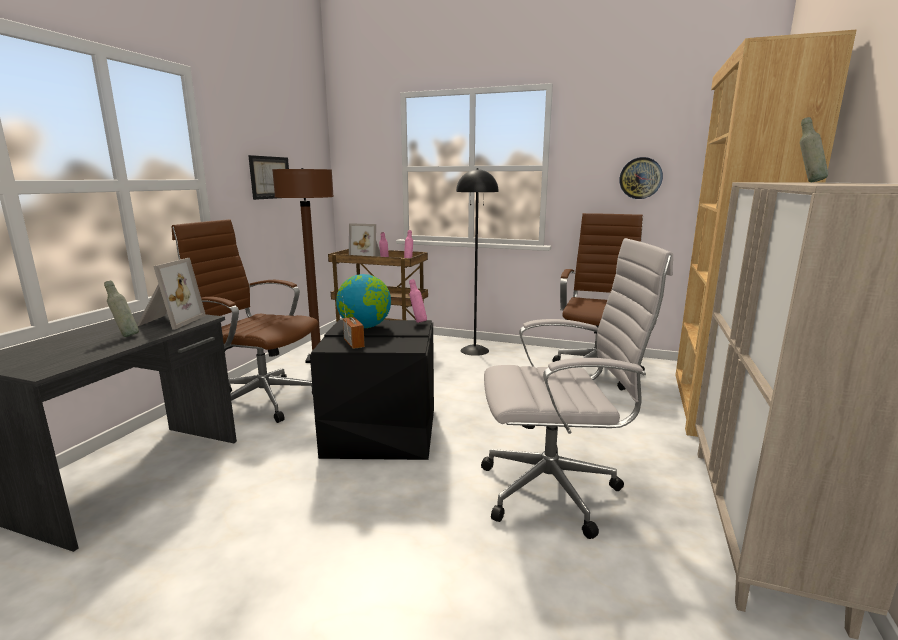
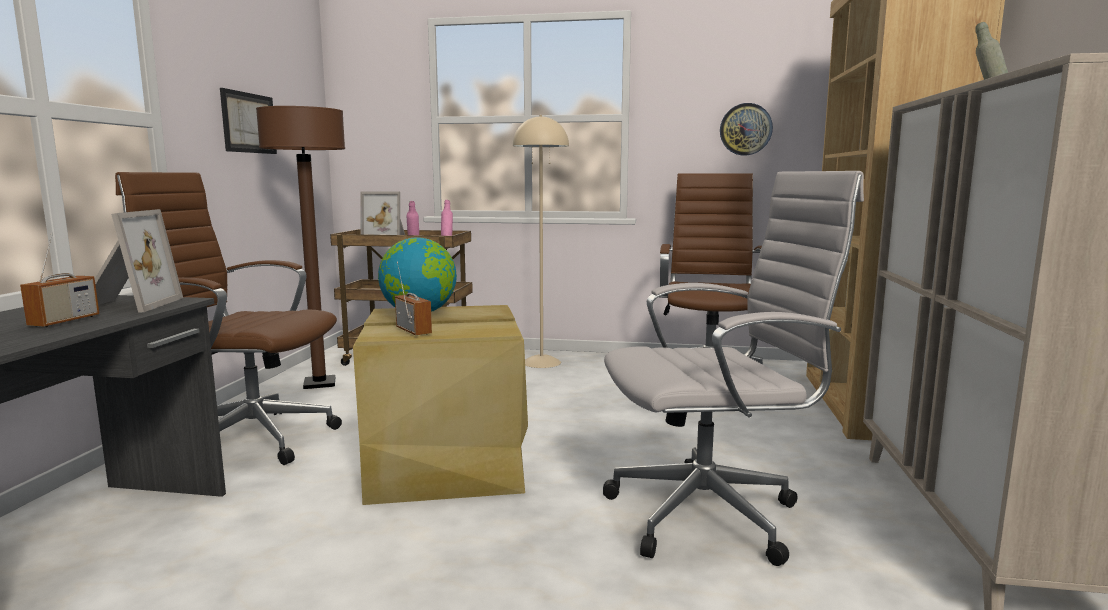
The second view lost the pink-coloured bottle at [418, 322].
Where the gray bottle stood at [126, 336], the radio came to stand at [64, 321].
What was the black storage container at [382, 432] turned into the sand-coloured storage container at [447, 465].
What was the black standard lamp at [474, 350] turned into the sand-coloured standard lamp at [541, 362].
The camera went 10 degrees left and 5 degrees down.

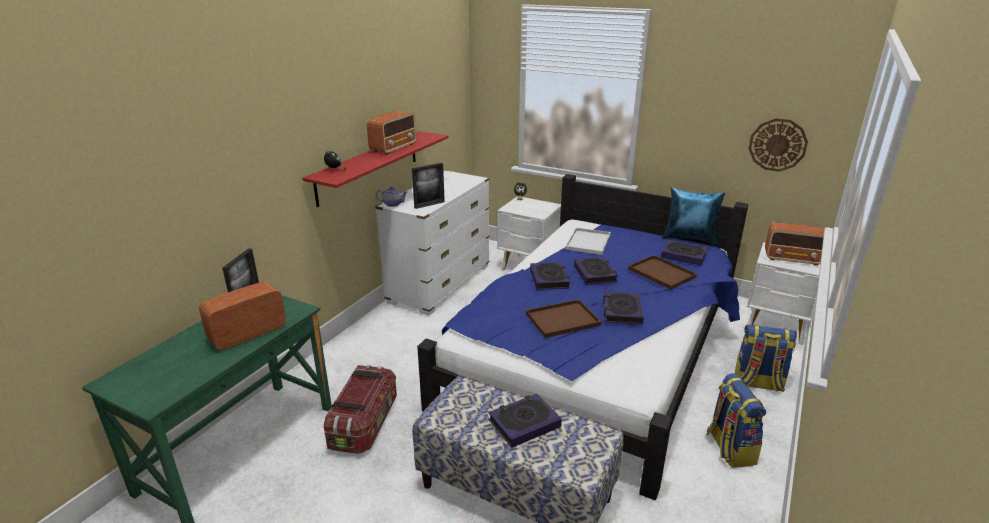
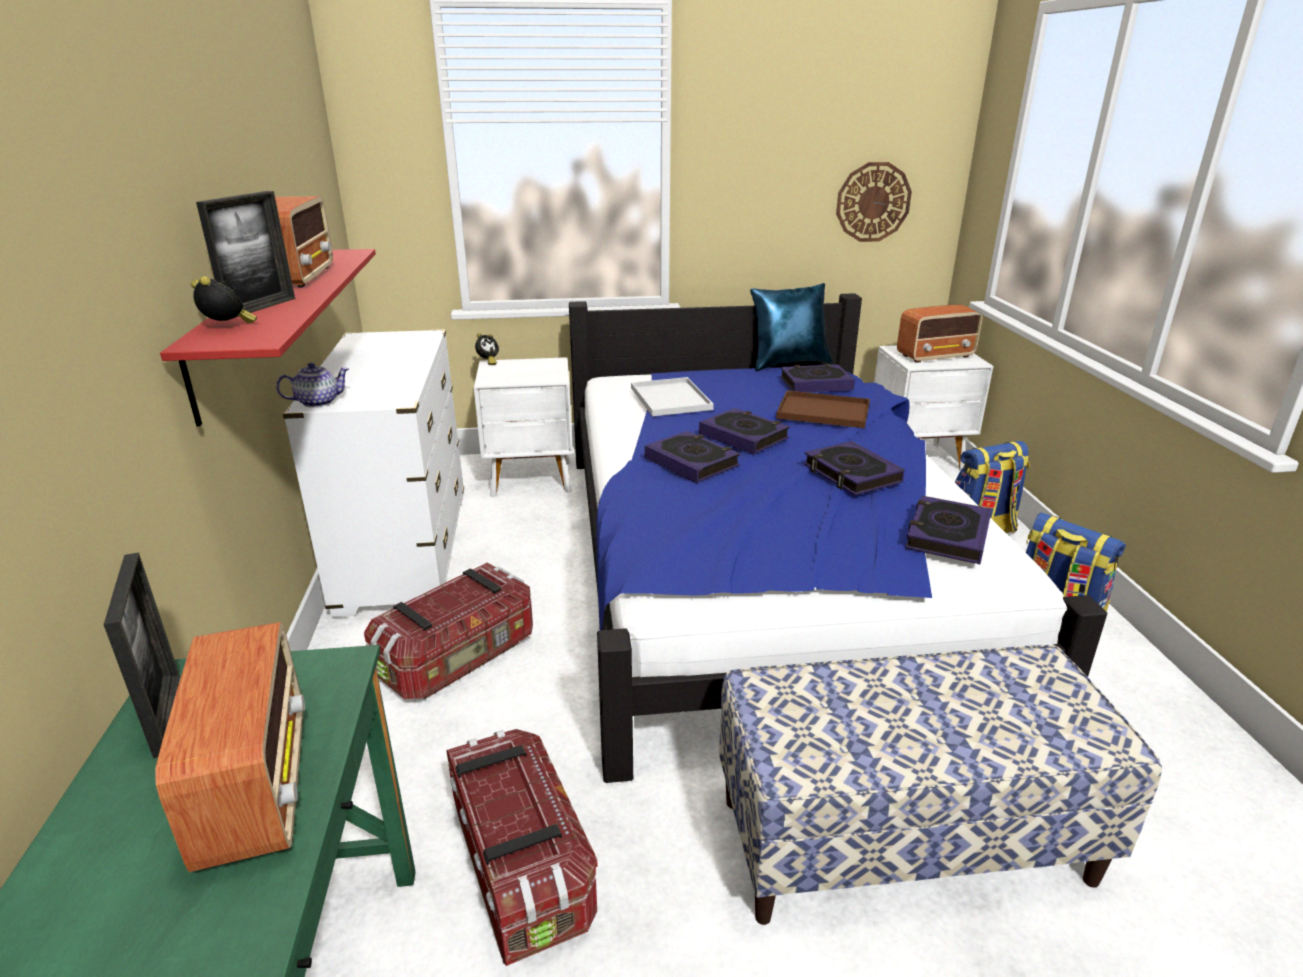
The second view lost the brown-coloured carrying tray at [563, 319].
The second view gained the storage container at [459, 658].
The picture frame ended up elsewhere, having gone from [429, 204] to [261, 308].
The bound book ended up elsewhere, having gone from [524, 423] to [947, 536].
The radio at [247, 334] ended up facing another way, 150 degrees clockwise from before.
The camera went 35 degrees left and 0 degrees up.

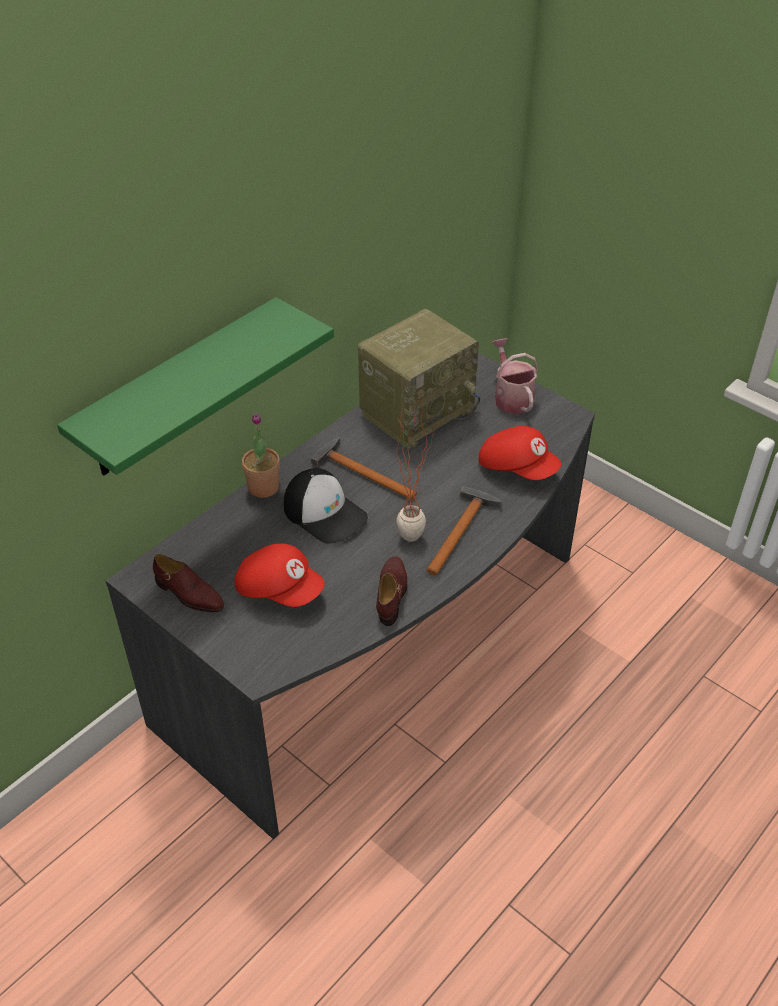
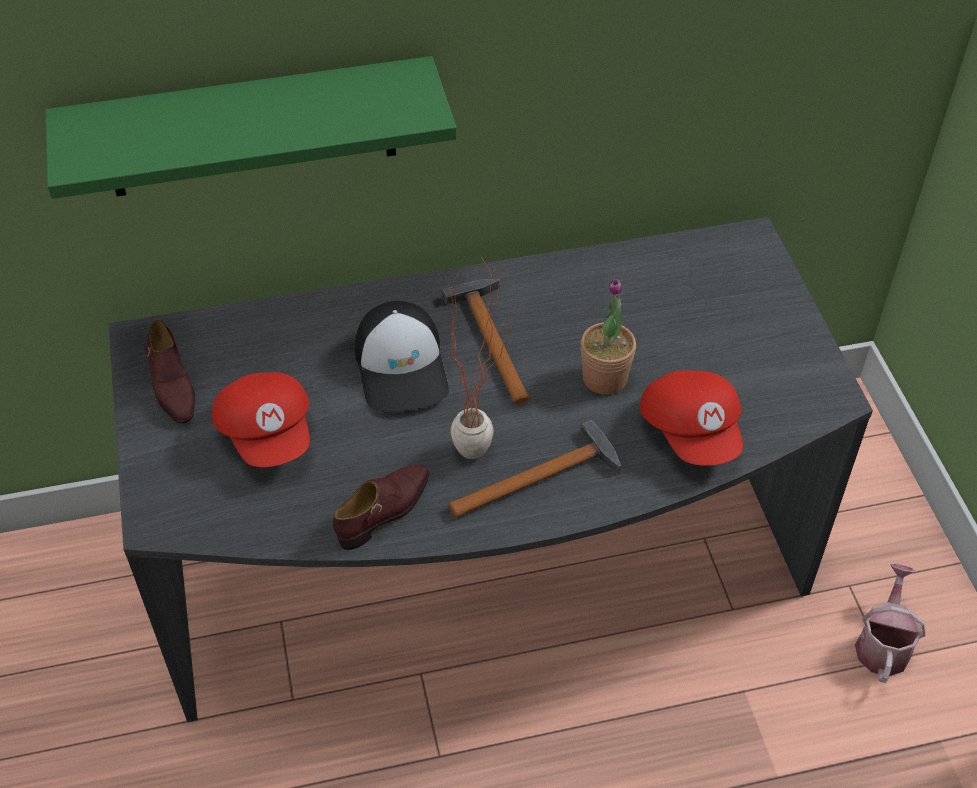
The second view lost the radio at [417, 411].
The potted plant ended up elsewhere, having gone from [263, 487] to [604, 378].
The sprinkling can ended up elsewhere, having gone from [511, 397] to [883, 643].
The camera went 35 degrees right and 5 degrees up.

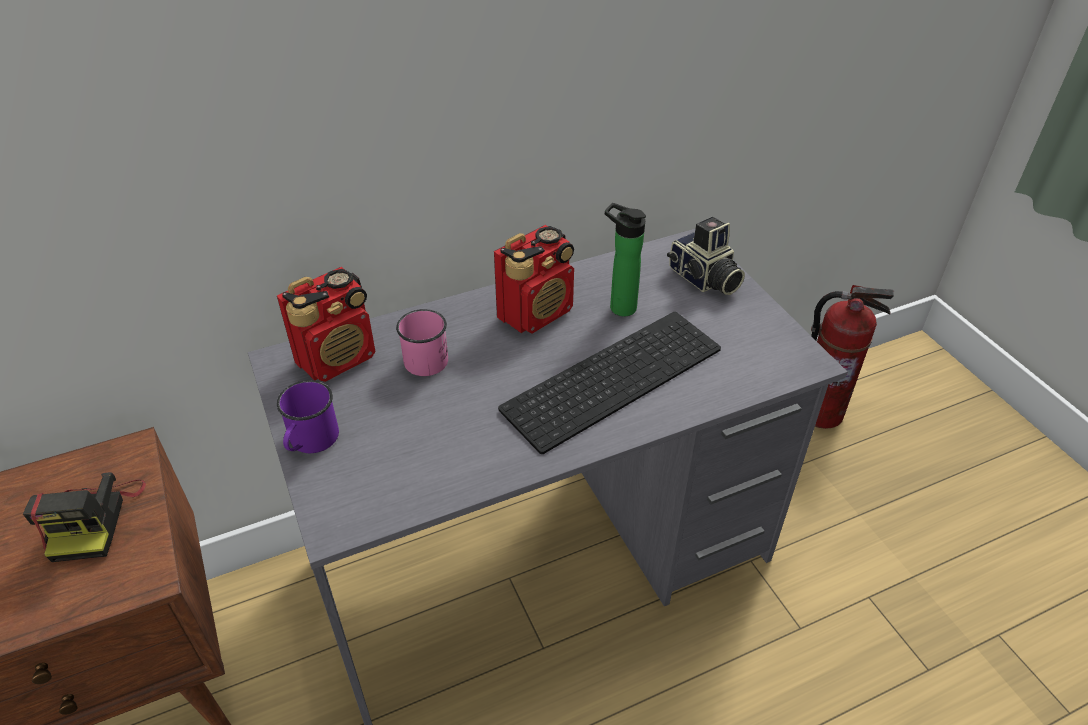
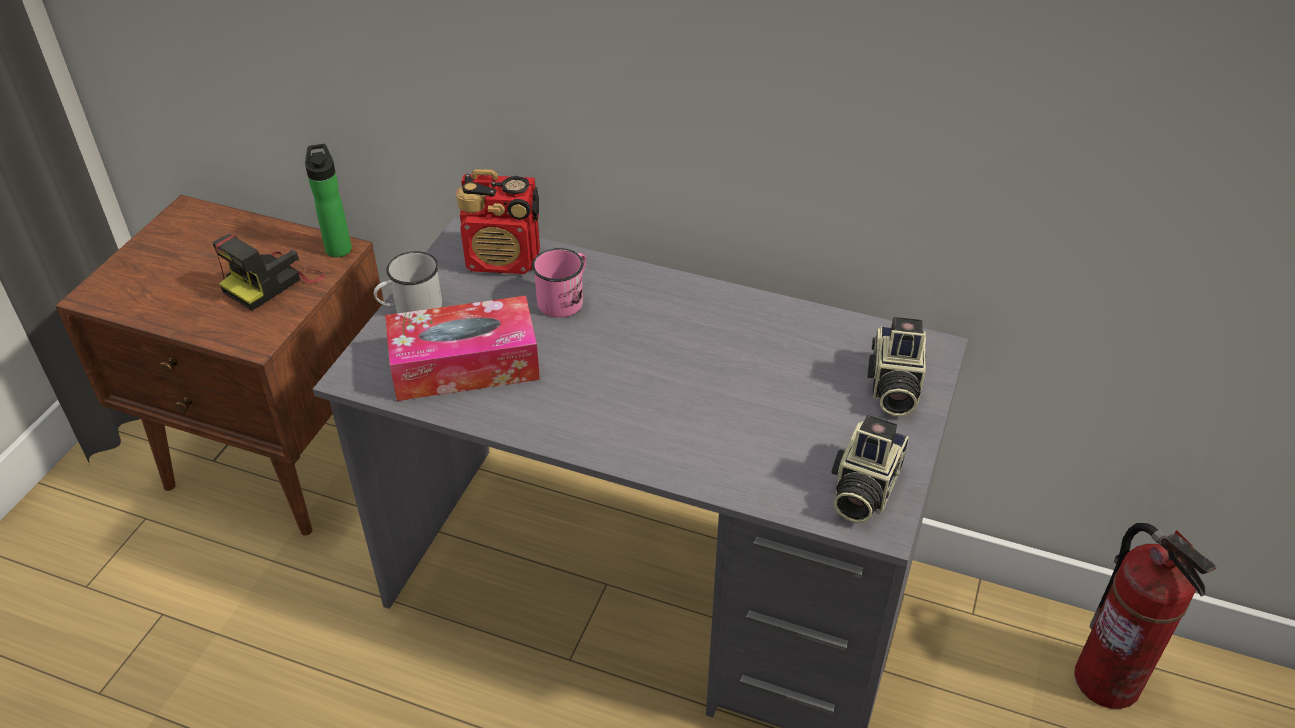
The second view lost the radio at [536, 313].
The second view lost the computer keyboard at [612, 375].
The second view gained the tissue box at [465, 365].
The second view gained the photo camera at [862, 489].
The bottle ended up elsewhere, having gone from [619, 307] to [338, 247].
What was the purple-coloured mug at [310, 442] turned into the white mug at [411, 309].
The camera went 45 degrees right and 0 degrees up.

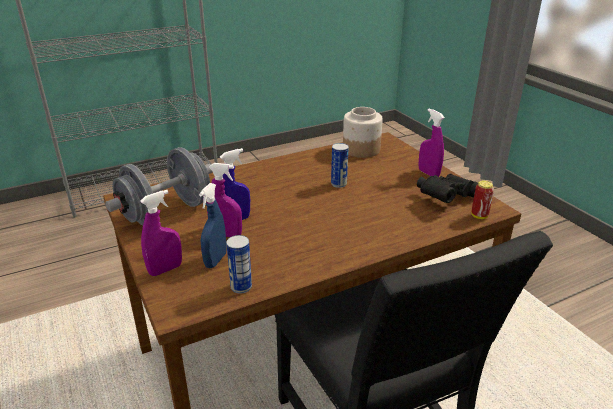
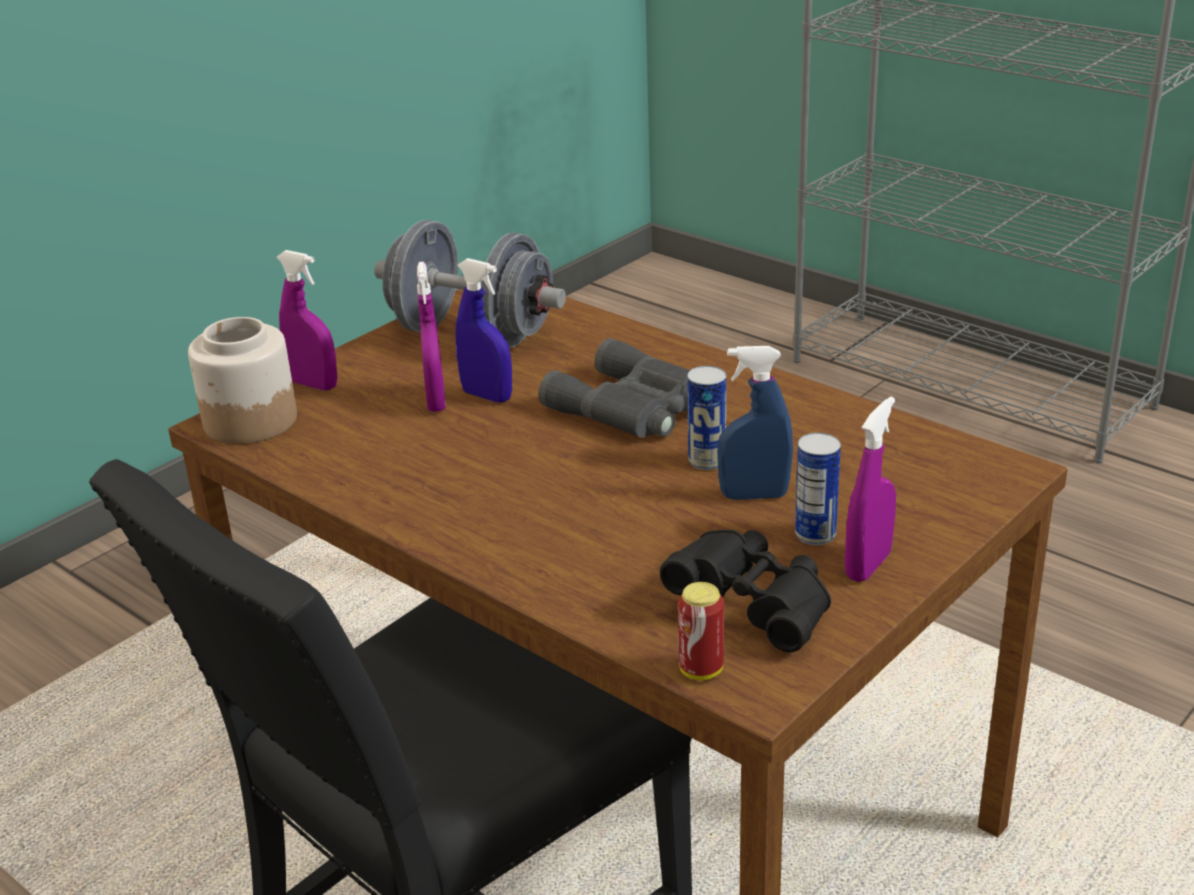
The second view gained the gray binoculars at [633, 408].
The blue-coloured hand sprayer ended up elsewhere, having gone from [215, 260] to [754, 495].
The can ended up elsewhere, having gone from [241, 287] to [815, 534].
The storage jar ended up elsewhere, having gone from [360, 150] to [249, 421].
The camera went 70 degrees right and 0 degrees up.

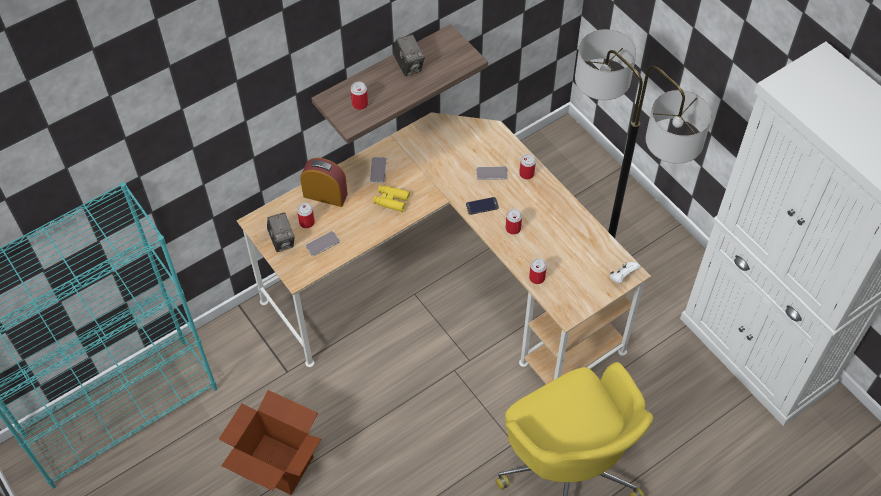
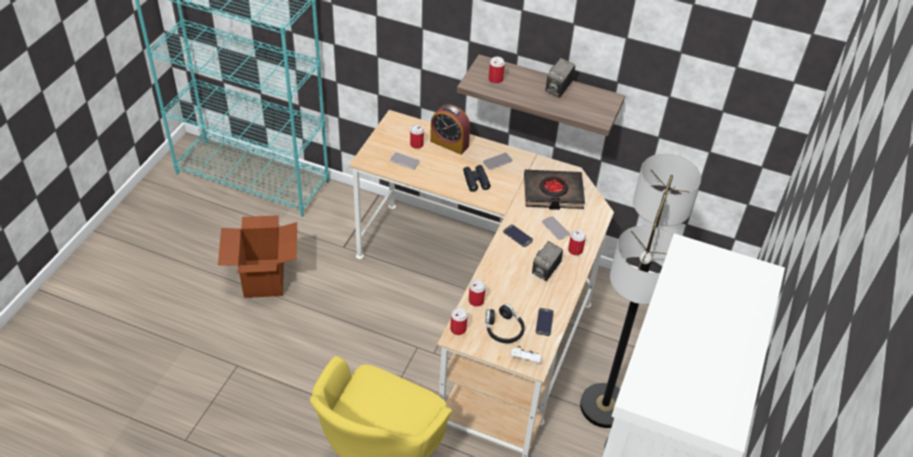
The second view gained the black headphones at [503, 329].
The second view gained the black bound book at [553, 193].
The second view gained the telephone at [544, 322].
The photo camera ended up elsewhere, having gone from [282, 241] to [545, 271].
The can ended up elsewhere, having gone from [513, 228] to [458, 329].
What was the yellowish binoculars at [391, 200] turned into the black binoculars at [476, 181].
The alarm clock at [325, 195] ended up facing another way, 135 degrees clockwise from before.
The camera went 55 degrees right and 10 degrees down.

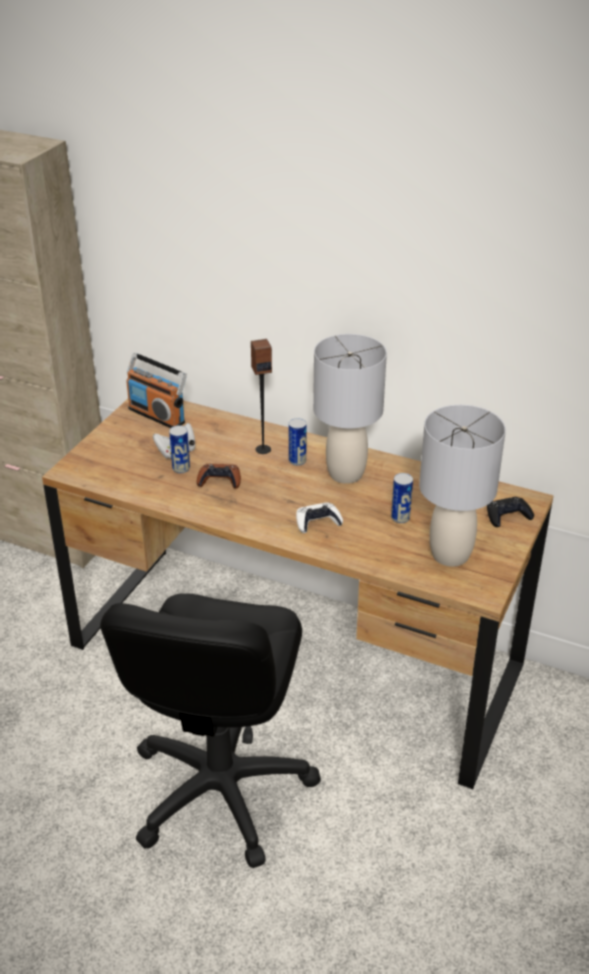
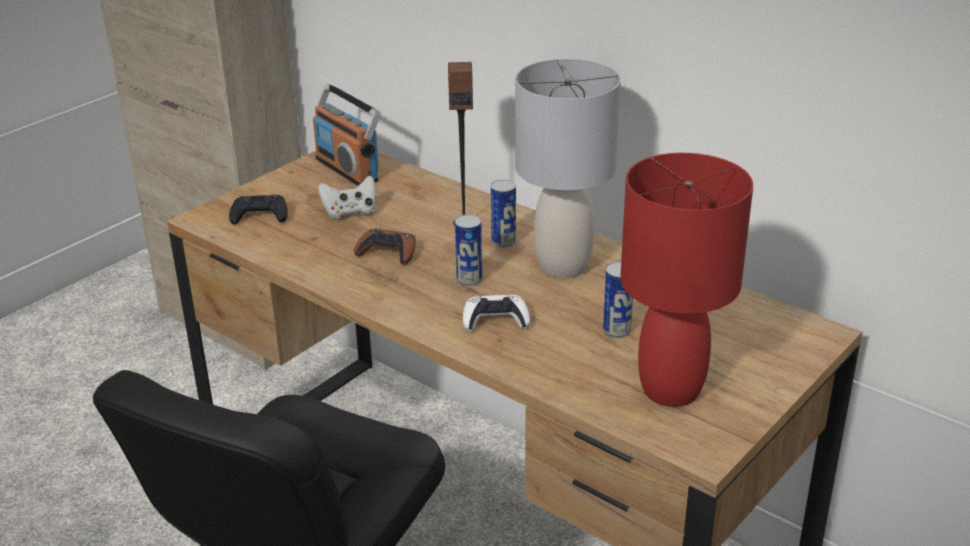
The can ended up elsewhere, having gone from [181, 468] to [469, 279].
The black game controller ended up elsewhere, having gone from [507, 516] to [260, 216].
What was the gray lamp for a table at [449, 555] turned into the red-coloured lamp for a table at [669, 390].
The camera went 15 degrees right and 5 degrees down.

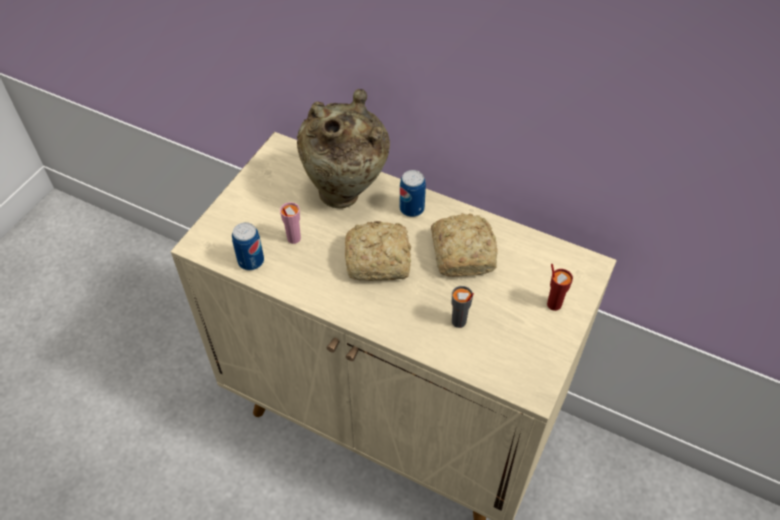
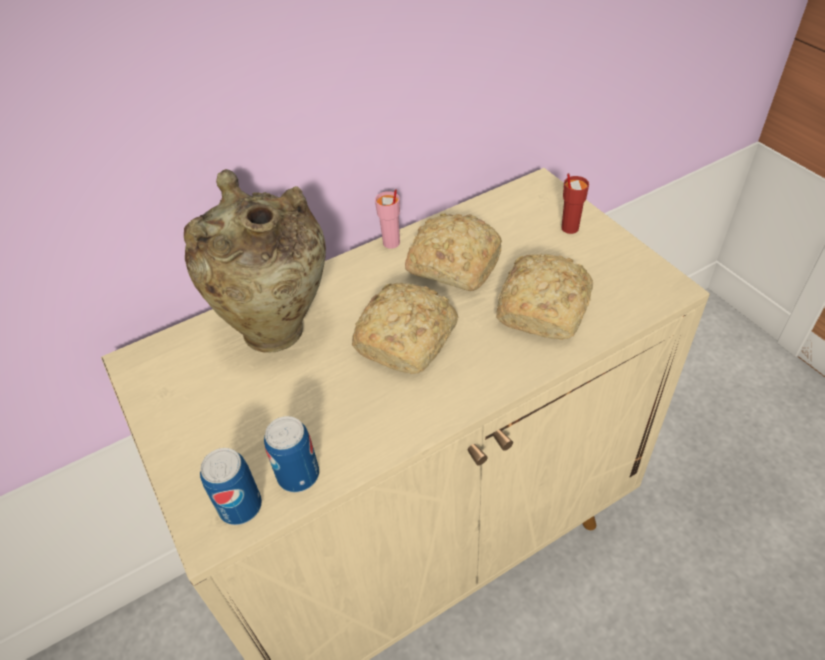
The pink-coloured small cup ended up elsewhere, having gone from [293, 238] to [391, 243].
The can ended up elsewhere, having gone from [412, 209] to [240, 506].
Where the gray small cup stood at [459, 322], the bread came to stand at [545, 307].
The camera went 55 degrees left and 5 degrees down.

